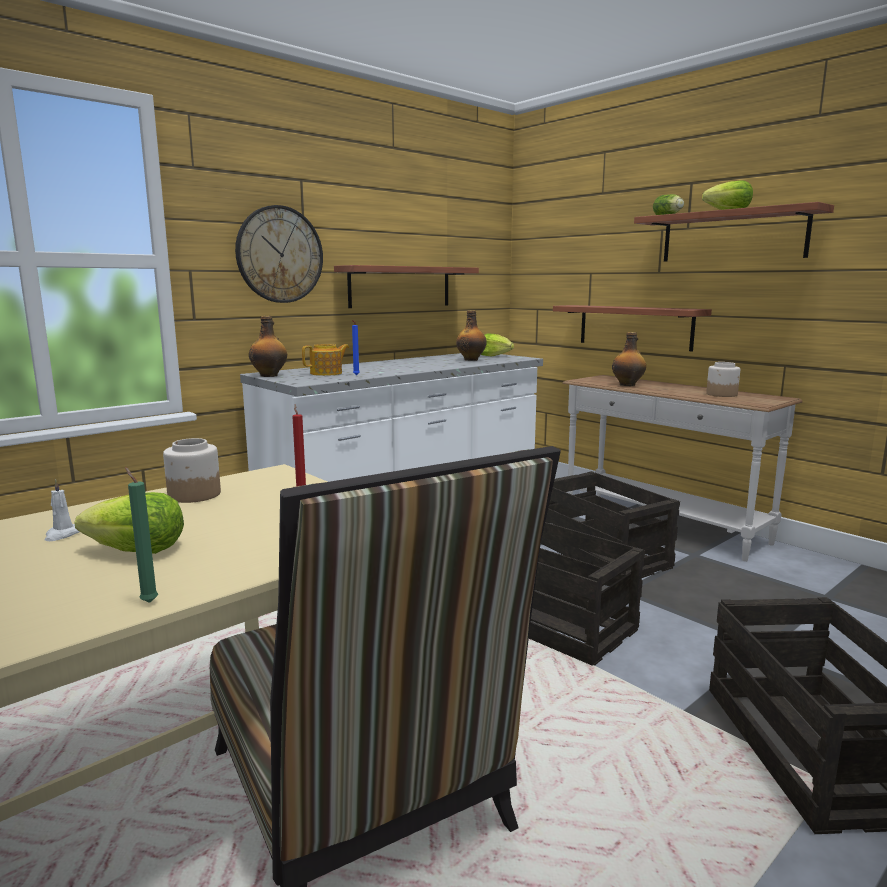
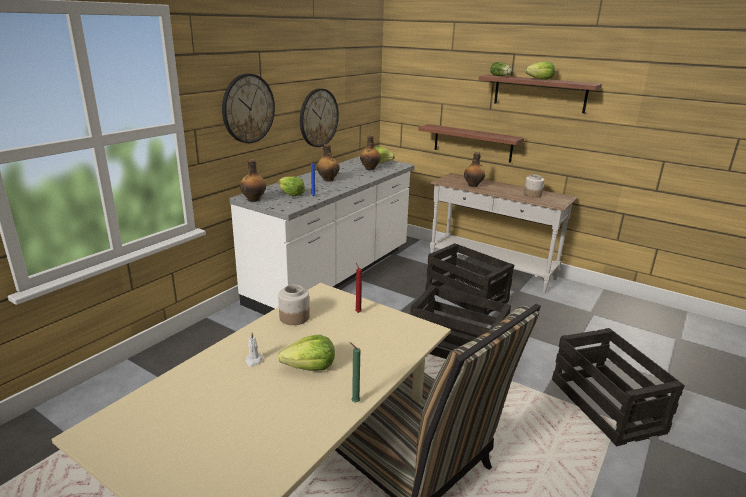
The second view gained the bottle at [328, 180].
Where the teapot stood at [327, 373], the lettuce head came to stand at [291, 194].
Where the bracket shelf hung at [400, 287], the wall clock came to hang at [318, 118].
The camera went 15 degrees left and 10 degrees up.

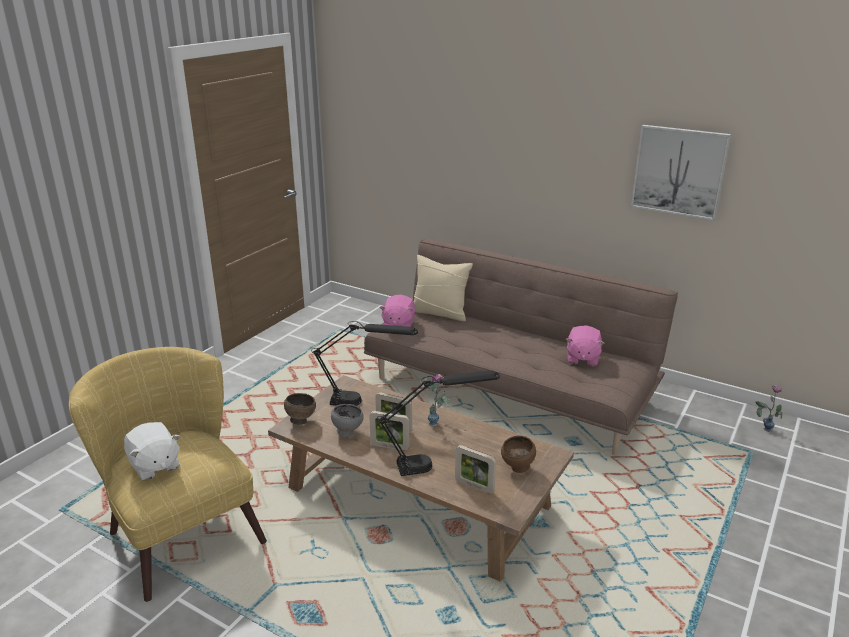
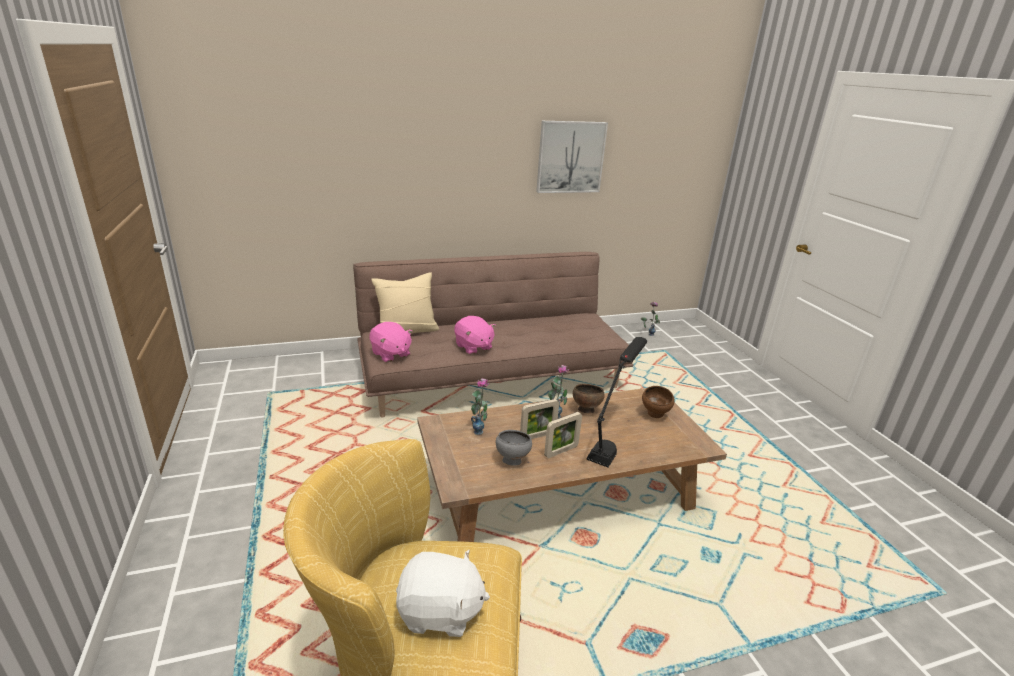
The second view lost the picture frame at [474, 486].
The brown-coloured serving bowl ended up elsewhere, having gone from [300, 421] to [585, 410].
The pink-coloured soft toy ended up elsewhere, having gone from [582, 358] to [473, 347].
Where the black lamp for a table stood at [366, 402], the flower vase came to stand at [479, 428].
The camera went 50 degrees left and 0 degrees up.

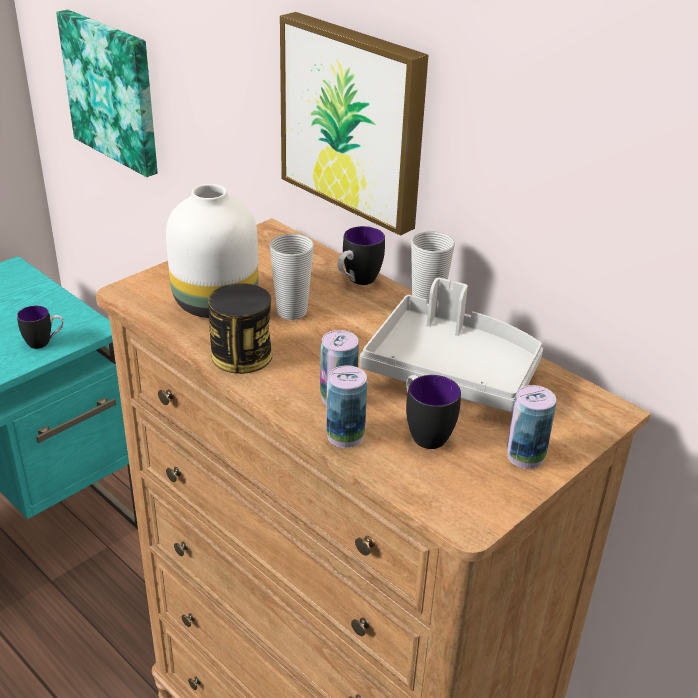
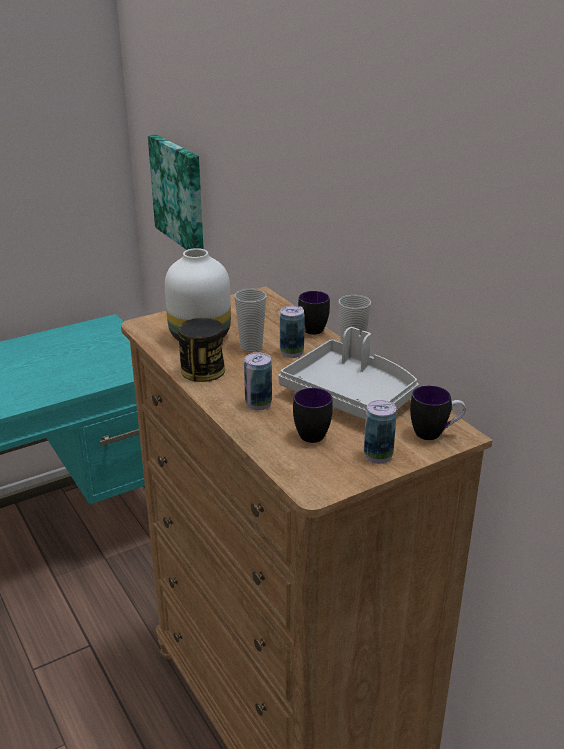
The second view lost the wall art at [355, 120].
The mug ended up elsewhere, having gone from [44, 343] to [435, 434].
The can ended up elsewhere, having gone from [345, 436] to [291, 352].
The camera went 15 degrees right and 5 degrees down.

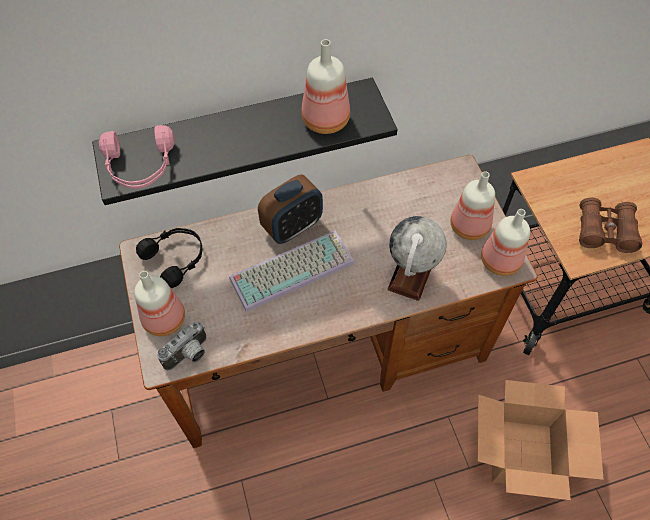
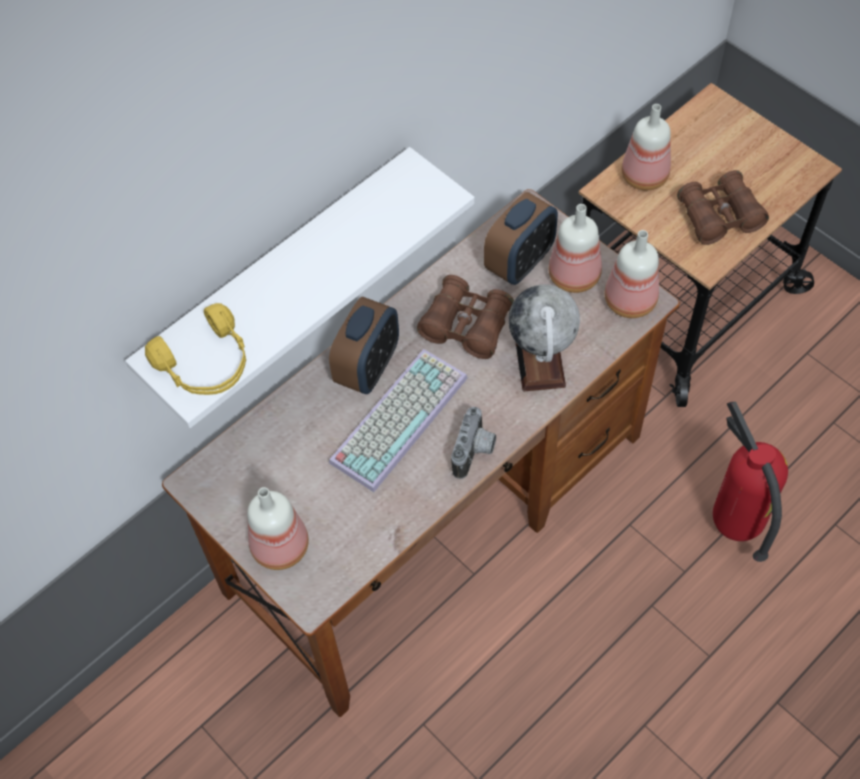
The second view lost the black headphones at [176, 258].
The second view gained the brown-coloured binoculars at [466, 326].
The second view gained the alarm clock at [520, 262].
The photo camera ended up elsewhere, having gone from [189, 355] to [475, 452].
The bottle ended up elsewhere, having gone from [325, 121] to [645, 177].
Where the packing box stood at [520, 452], the fire extinguisher came to stand at [733, 525].
What was the black bracket shelf at [241, 134] turned into the white bracket shelf at [280, 277].
What was the pink-coloured headphones at [140, 166] turned into the yellowish headphones at [207, 364].
The camera went 25 degrees left and 0 degrees up.

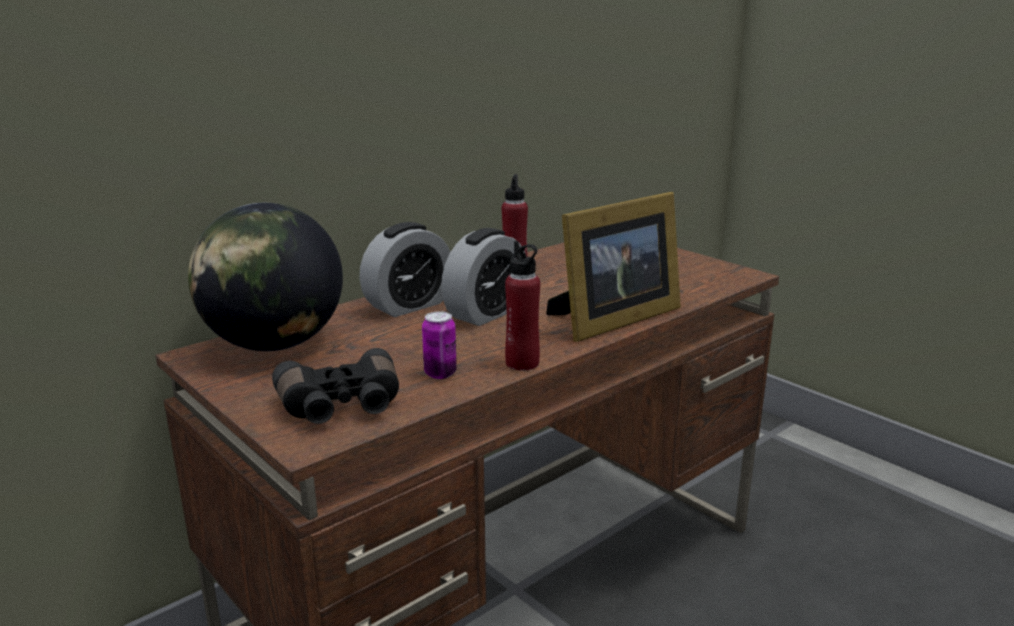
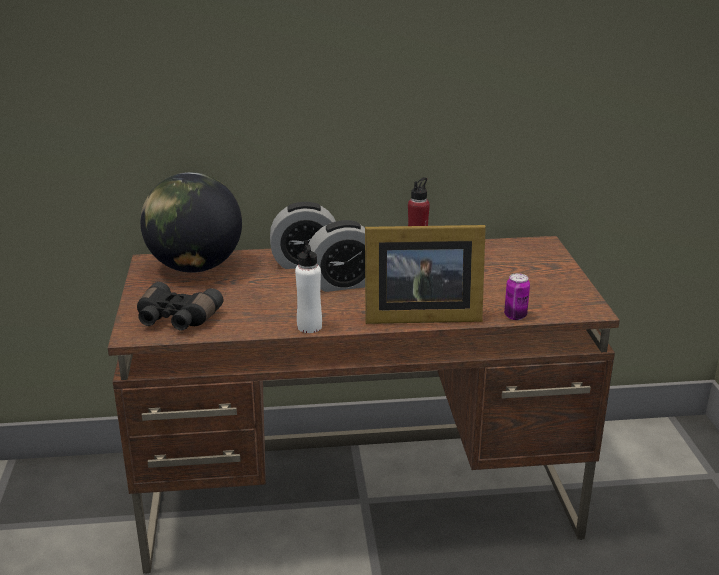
The can ended up elsewhere, having gone from [440, 373] to [515, 316].
What was the red-coloured bottle at [522, 363] turned into the white bottle at [309, 327].
The camera went 35 degrees right and 5 degrees up.

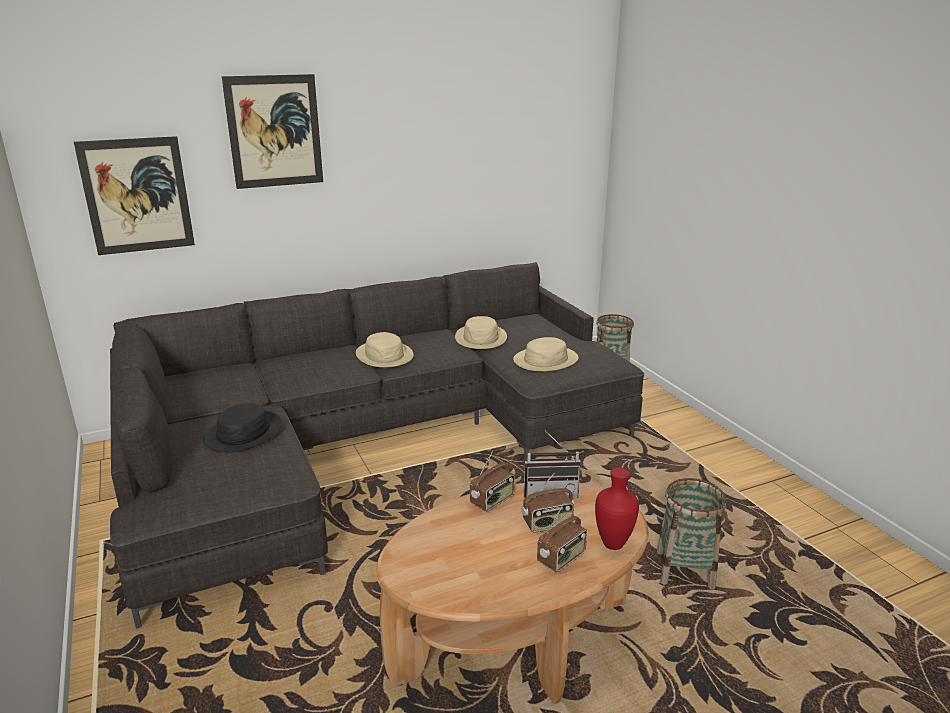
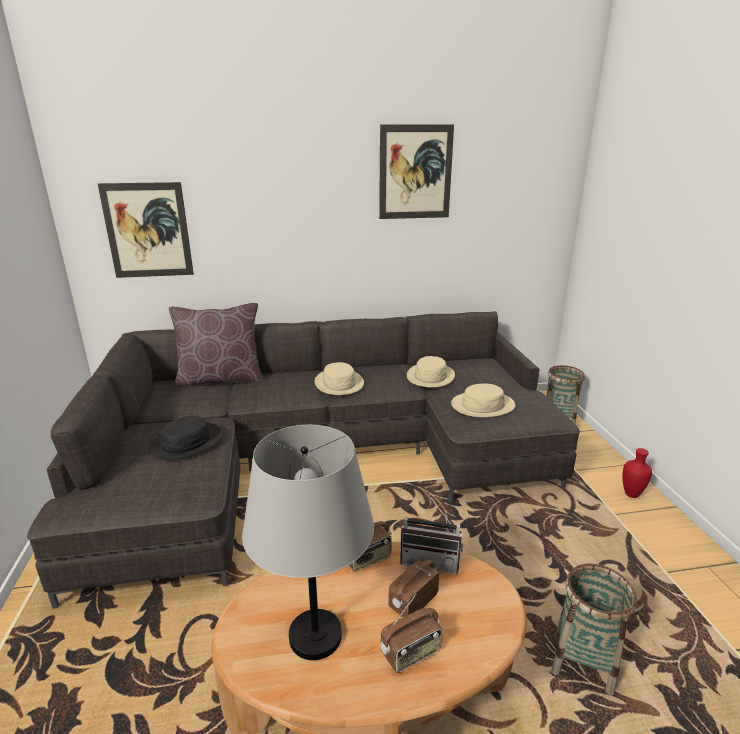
The second view gained the brown-coloured throw pillow at [220, 379].
The second view gained the gray lamp for a table at [316, 636].
The wall art ended up elsewhere, having gone from [274, 131] to [415, 172].
The red-coloured flower vase ended up elsewhere, having gone from [612, 545] to [631, 495].
The radio at [547, 524] ended up facing another way, 135 degrees clockwise from before.
The camera went 15 degrees right and 0 degrees up.

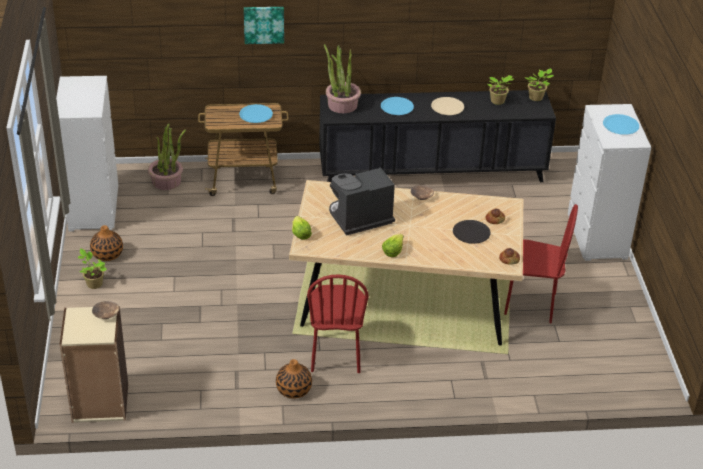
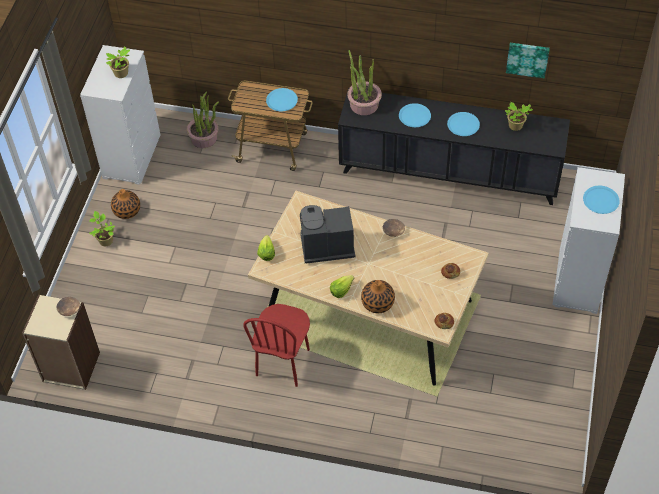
The second view lost the black flat dish at [471, 232].
The second view lost the red-coloured upright chair at [530, 304].
The wall art ended up elsewhere, having gone from [264, 24] to [527, 59].
The flower vase ended up elsewhere, having gone from [293, 389] to [377, 303].
The potted plant ended up elsewhere, having gone from [537, 98] to [122, 74].
What was the sand-coloured flat dish at [447, 107] turned into the blue-coloured flat dish at [463, 124].
The camera went 20 degrees right and 15 degrees up.

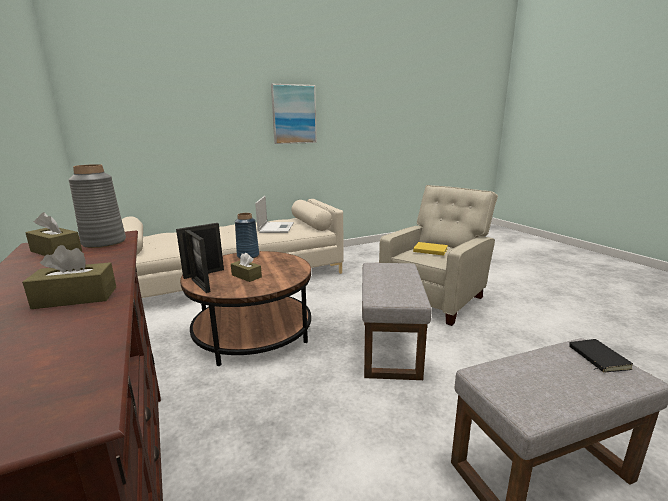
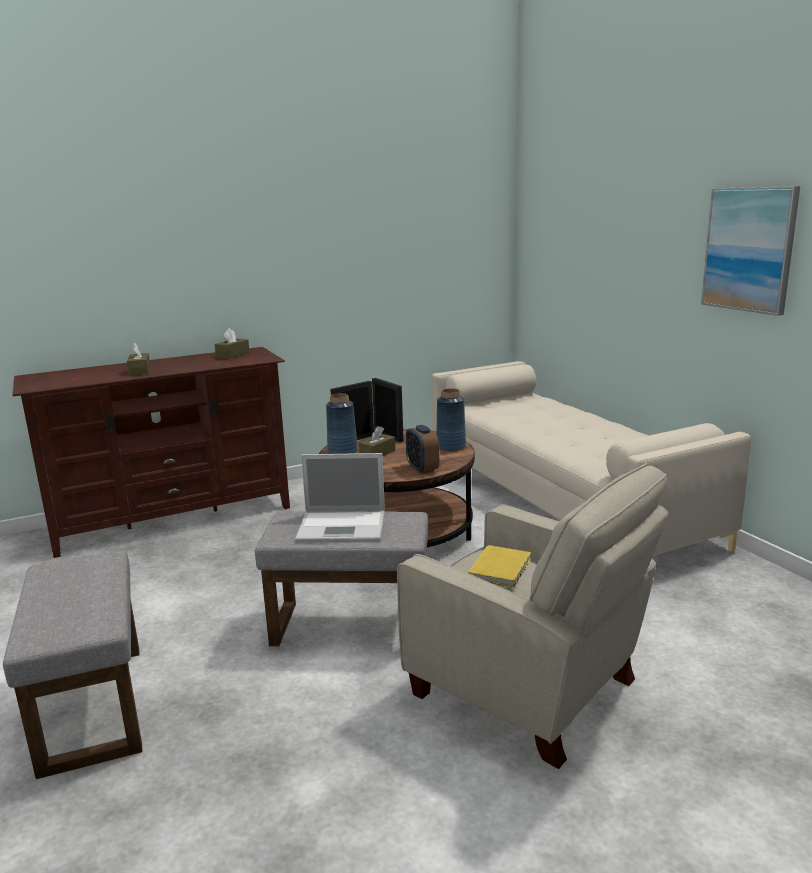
The second view lost the gray flower vase at [104, 242].
The second view lost the black bound book at [597, 358].
The second view gained the blue-coloured flower vase at [342, 451].
The second view gained the alarm clock at [422, 468].
The laptop ended up elsewhere, having gone from [276, 228] to [343, 526].
The camera went 90 degrees right and 0 degrees up.

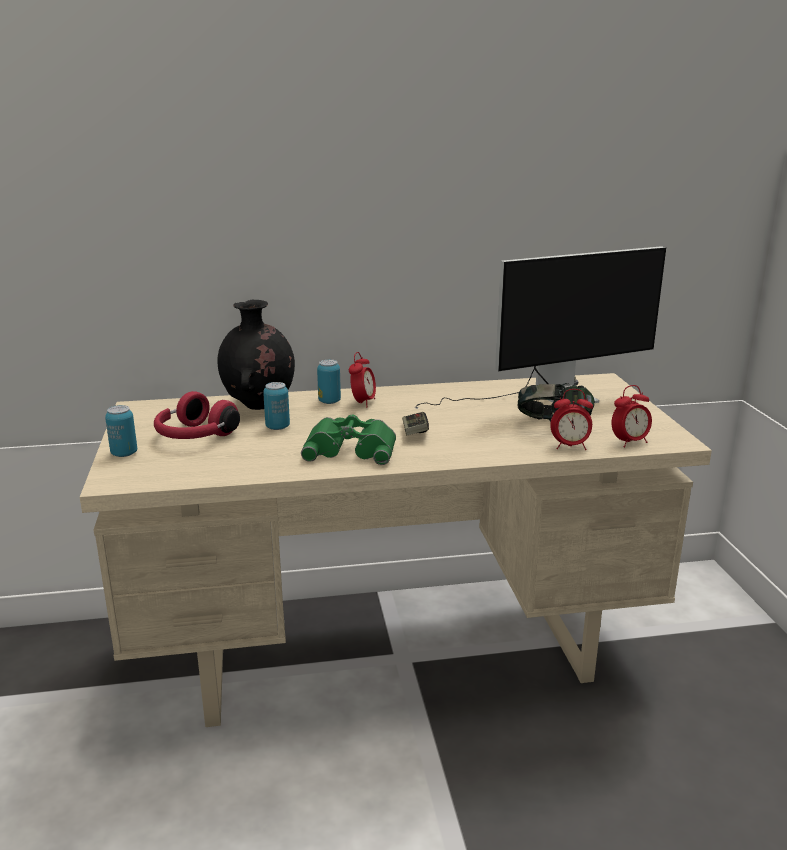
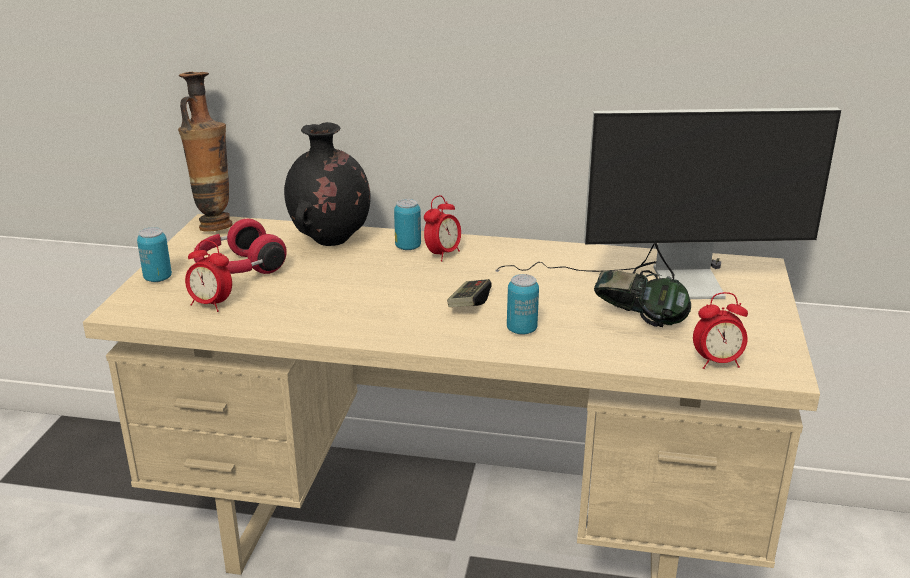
The second view lost the green binoculars at [351, 448].
The second view gained the flower vase at [214, 225].
The can ended up elsewhere, having gone from [277, 427] to [521, 329].
The alarm clock ended up elsewhere, having gone from [570, 446] to [211, 304].
The camera went 20 degrees right and 5 degrees up.

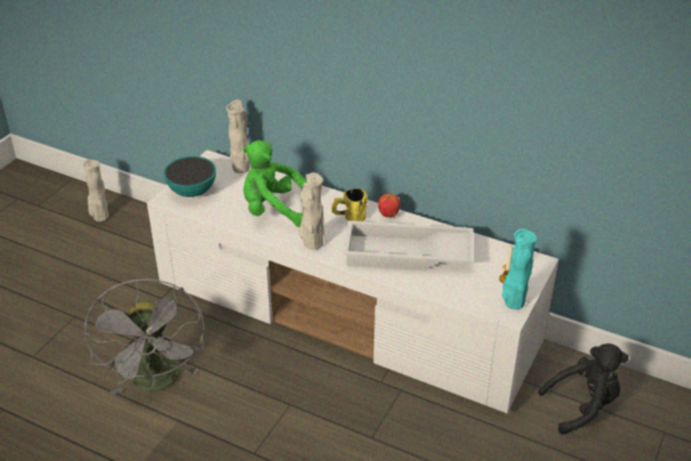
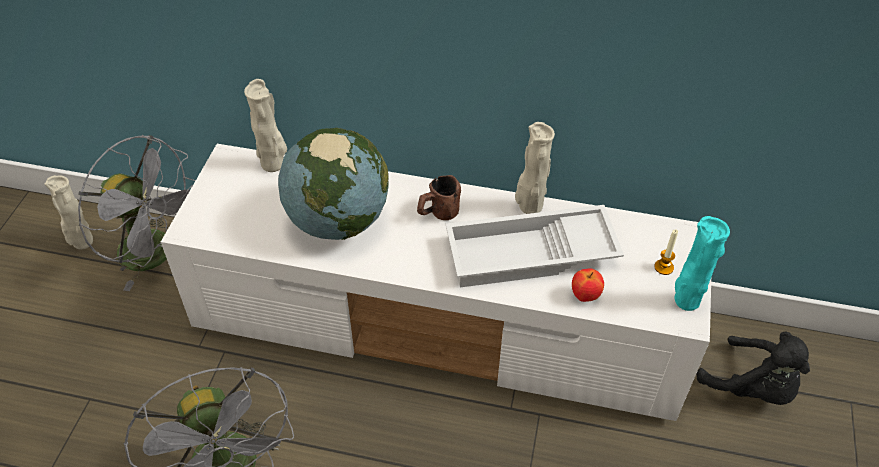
The second view lost the serving bowl at [192, 191].
The second view gained the gray cooling fan at [157, 254].
The sand-coloured flower vase ended up elsewhere, having gone from [312, 244] to [529, 207].
The apple fruit ended up elsewhere, having gone from [388, 215] to [585, 296].
Where the green soft toy stood at [274, 210], the desk globe came to stand at [338, 220].
What was the yellowish mug at [348, 218] turned into the brown-coloured mug at [437, 214].
The black soft toy at [583, 406] ended up facing another way, 75 degrees clockwise from before.
The camera went 15 degrees left and 10 degrees up.

